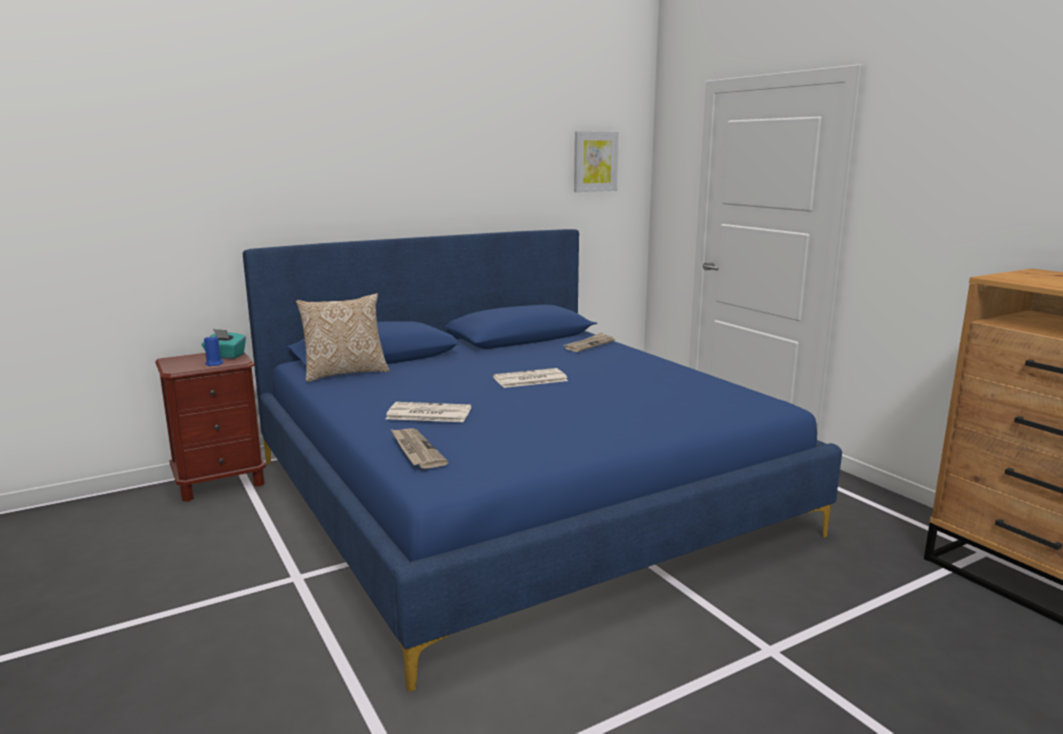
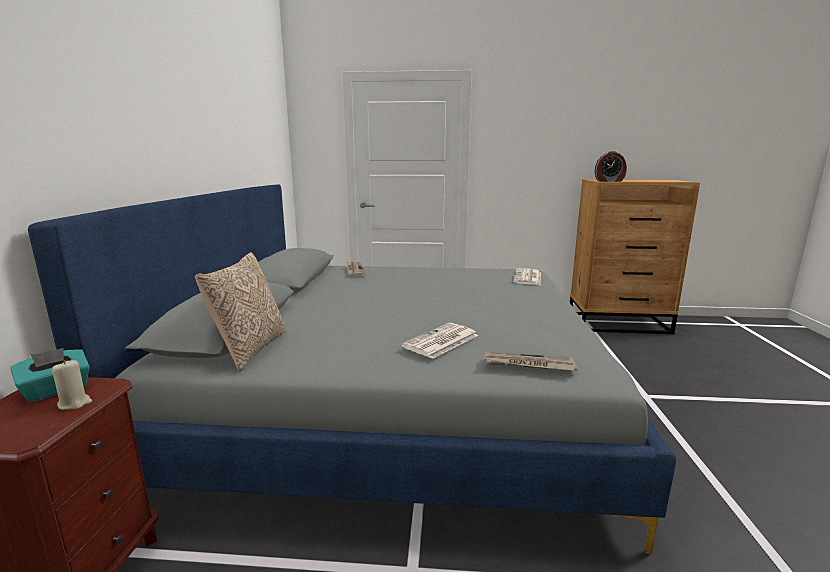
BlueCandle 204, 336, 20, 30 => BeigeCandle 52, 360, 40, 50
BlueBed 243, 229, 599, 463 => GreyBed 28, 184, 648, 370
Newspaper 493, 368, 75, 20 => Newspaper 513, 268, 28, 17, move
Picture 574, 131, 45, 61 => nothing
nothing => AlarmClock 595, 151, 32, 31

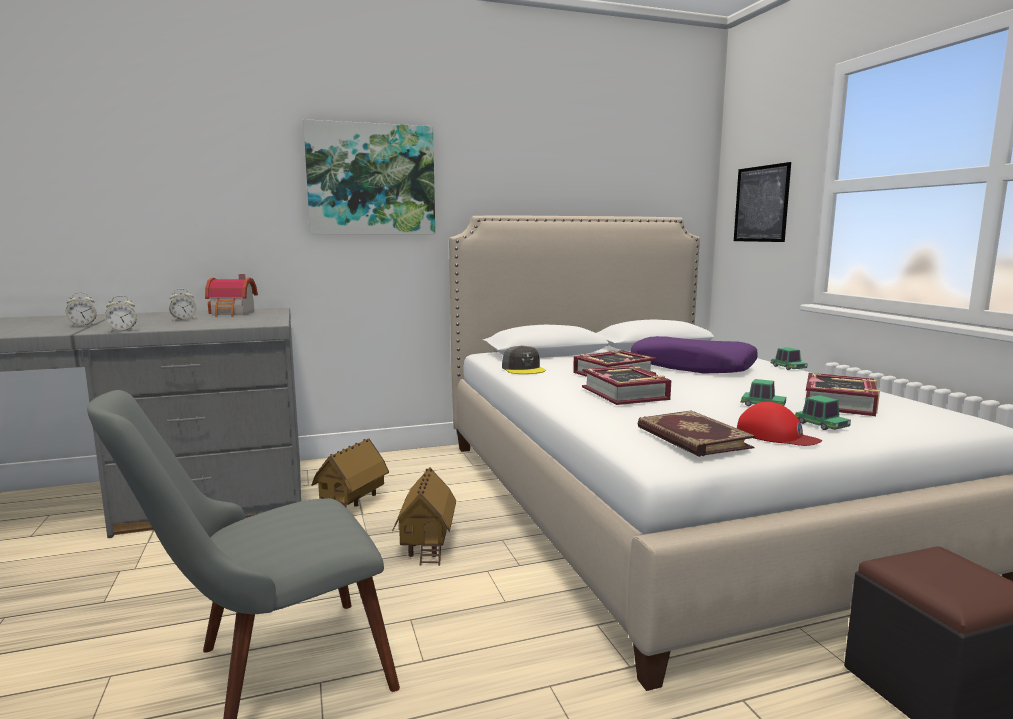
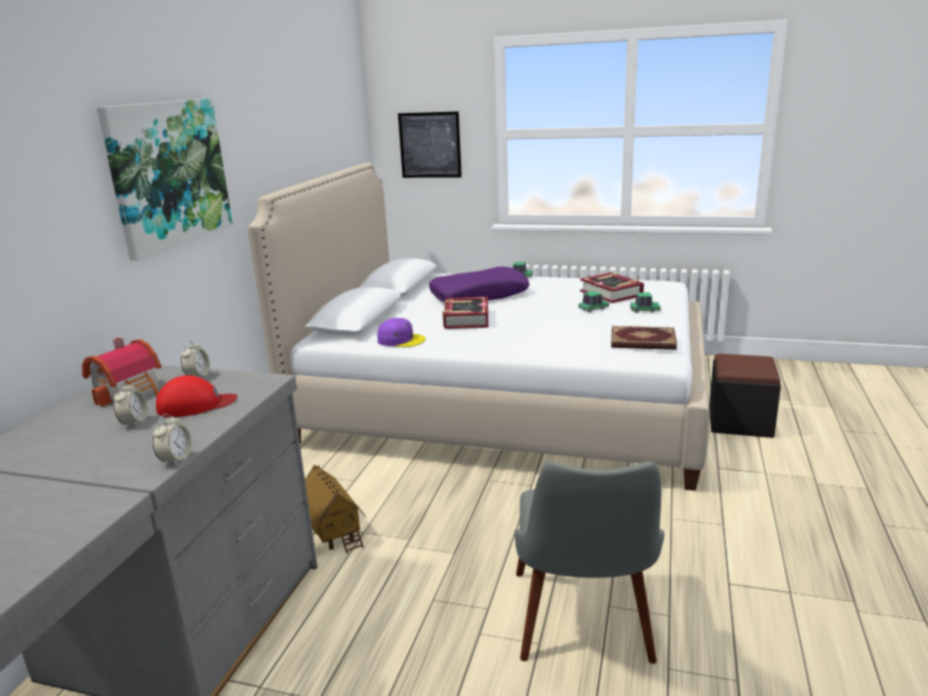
AlarmClock 66, 292, 31, 35 => AlarmClock 181, 340, 29, 37, move
ToyHouse 392, 467, 64, 99 => nothing
GreyCap 502, 346, 43, 28 => PurpleCap 377, 318, 49, 29
Book 582, 365, 89, 40 => nothing
RedCap 737, 402, 85, 44 => RedCap 156, 375, 81, 42, move

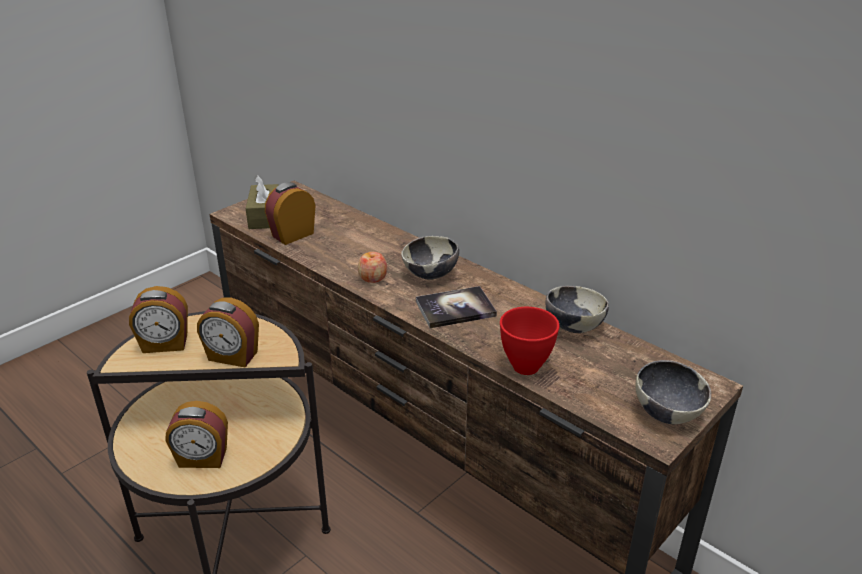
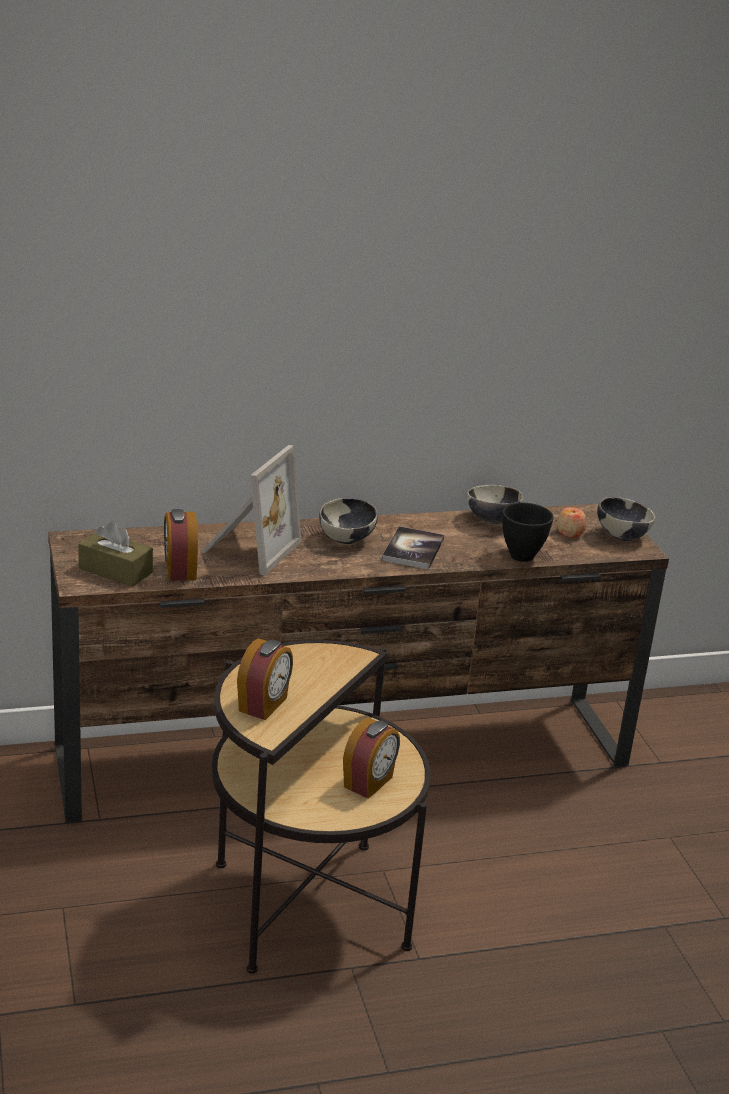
AlarmClock 197, 298, 62, 69 => nothing
Apple 358, 252, 30, 31 => Apple 557, 507, 30, 31, move
RedBowl 500, 307, 59, 68 => BlackBowl 502, 503, 52, 59
nothing => PictureFrame 201, 445, 100, 131

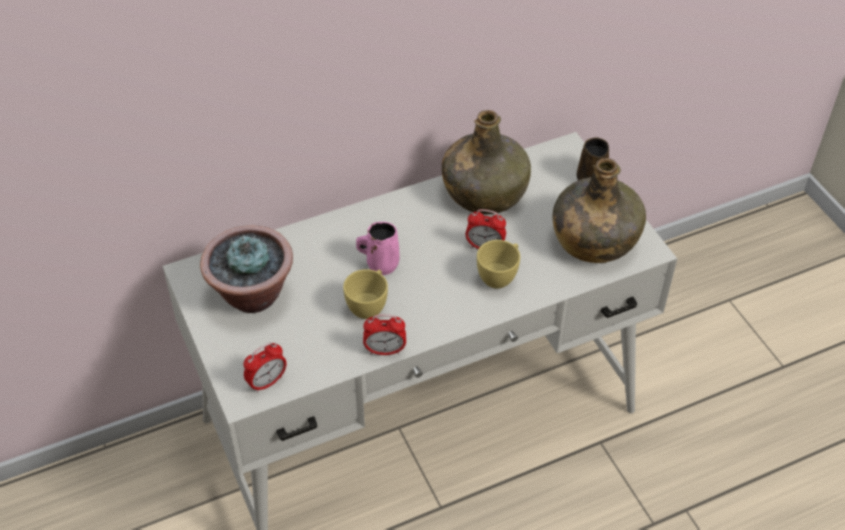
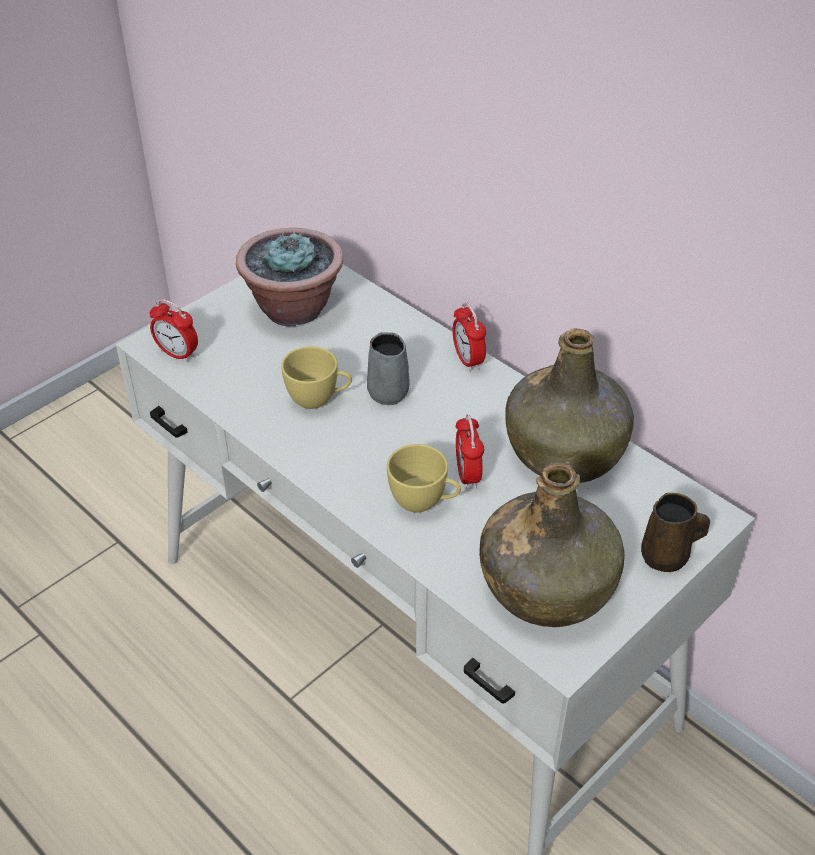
PinkMug 356, 222, 44, 53 => GreyMug 367, 332, 43, 73
AlarmClock 363, 314, 43, 41 => AlarmClock 452, 303, 34, 69, move

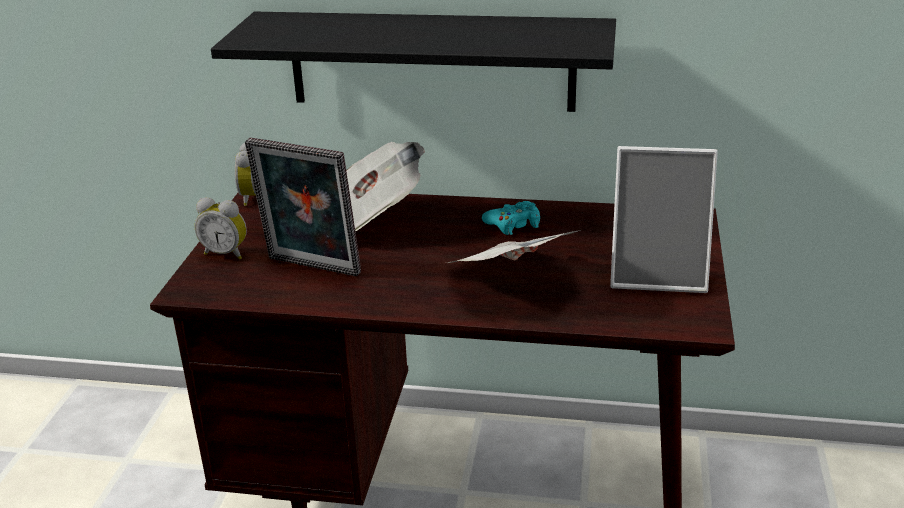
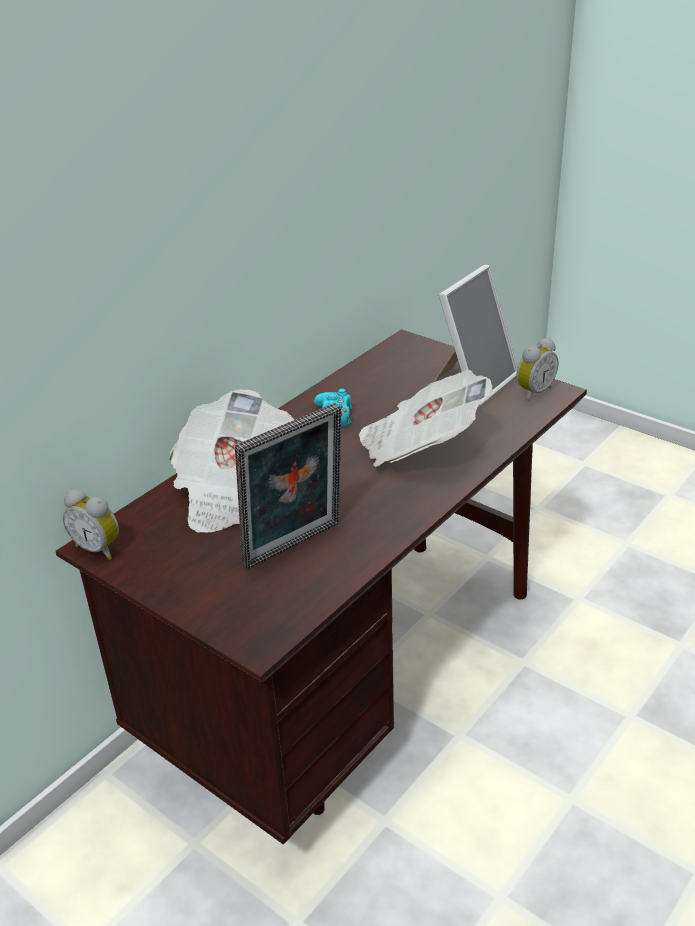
AlarmClock 195, 197, 52, 63 => AlarmClock 517, 338, 41, 64, move
BlackShelf 211, 12, 405, 100 => nothing

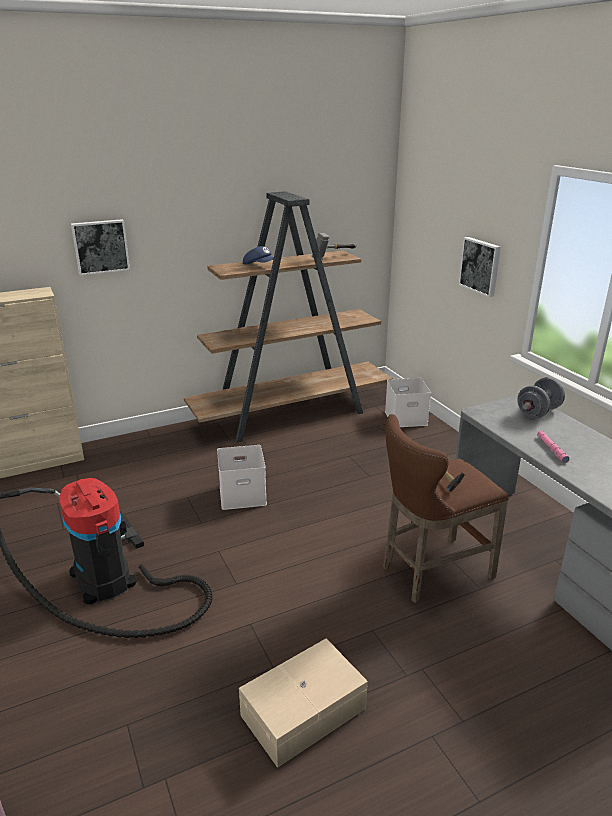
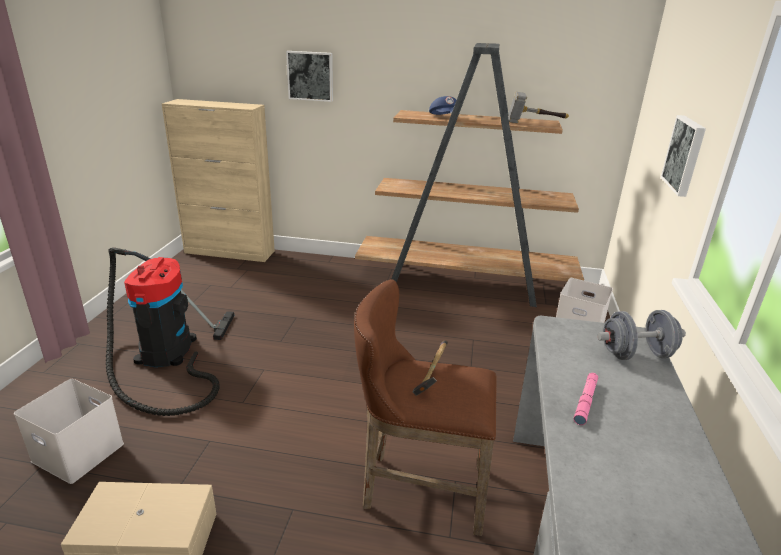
WhiteStorageBox 217, 445, 50, 65 => WhiteStorageBox 14, 379, 110, 105, move

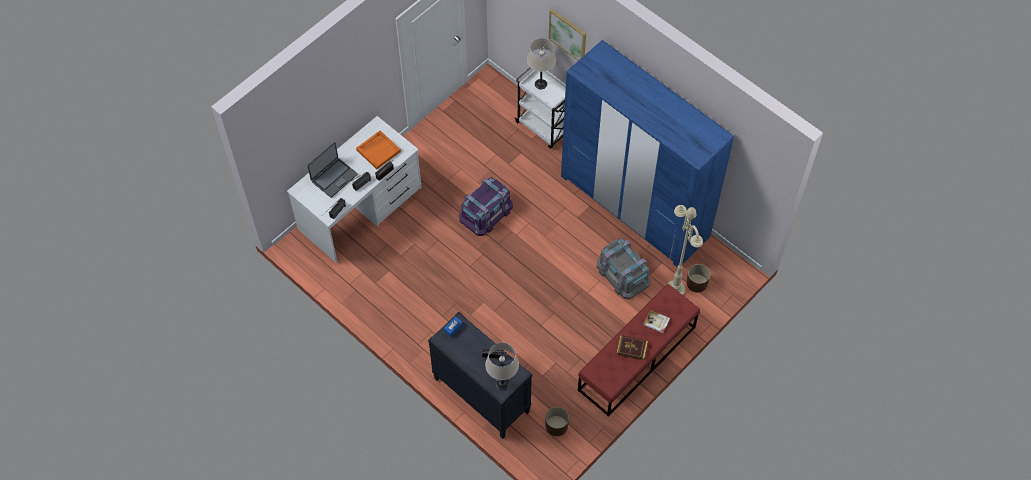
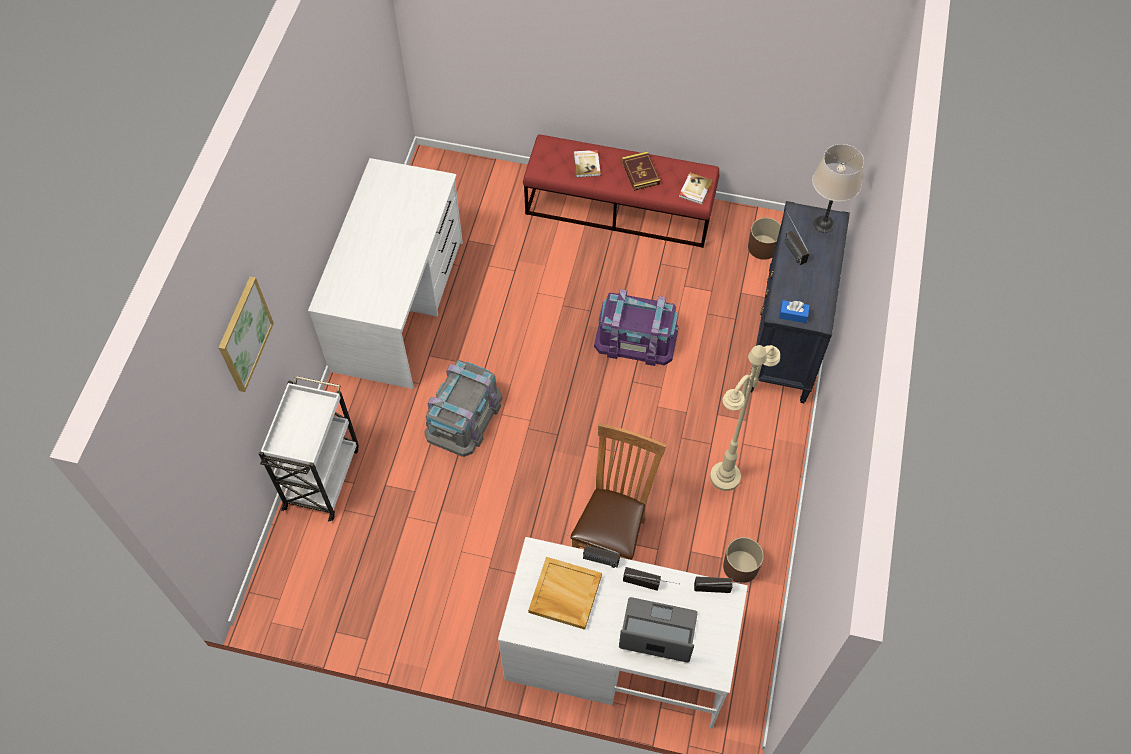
OrangeTray 356, 130, 45, 39 => BeigeTray 528, 557, 74, 73
PurpleStorageBox 459, 177, 54, 59 => PurpleStorageBox 594, 289, 84, 77, move
BeigeTableLamp 527, 38, 29, 51 => nothing
BlueWardrobe 561, 40, 173, 228 => WhiteDesk 308, 158, 155, 231
GreyStorageBox 597, 238, 54, 61 => GreyStorageBox 424, 360, 78, 97, move
BeigeFloorLamp 668, 205, 35, 90 => BeigeFloorLamp 710, 345, 70, 146, move
BrownPlanter 686, 264, 24, 29 => BrownPlanter 723, 537, 41, 46, move
nothing => BrownChair 570, 423, 97, 137
nothing => Book 679, 173, 34, 31

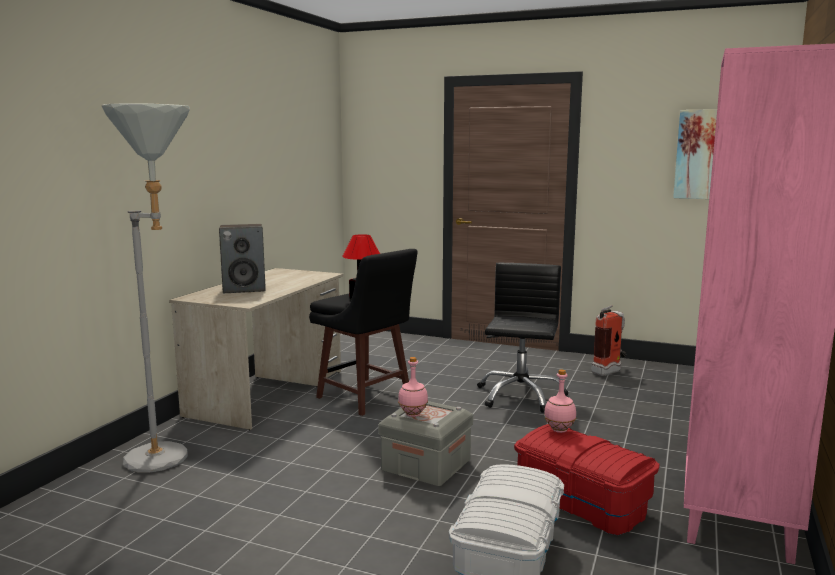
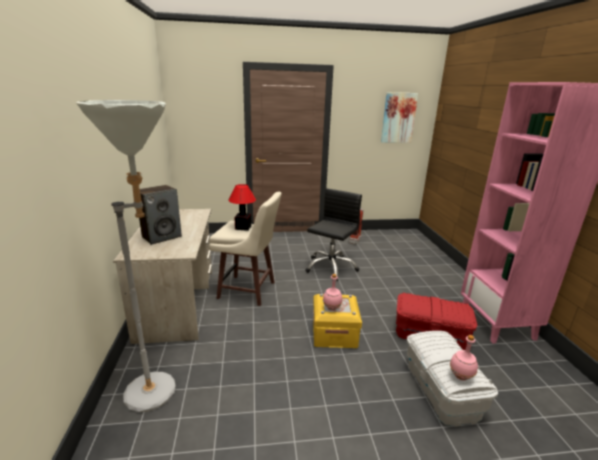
BlackStool 309, 249, 108, 167 => BeigeStool 209, 192, 73, 114
GreyStorageBox 378, 401, 95, 85 => YellowStorageBox 313, 294, 49, 54
BlackOfficeChair 477, 263, 91, 150 => BlackOfficeChair 305, 188, 57, 93, 45 degrees clockwise
PinkBottle 544, 369, 32, 64 => PinkBottle 450, 335, 28, 46, move

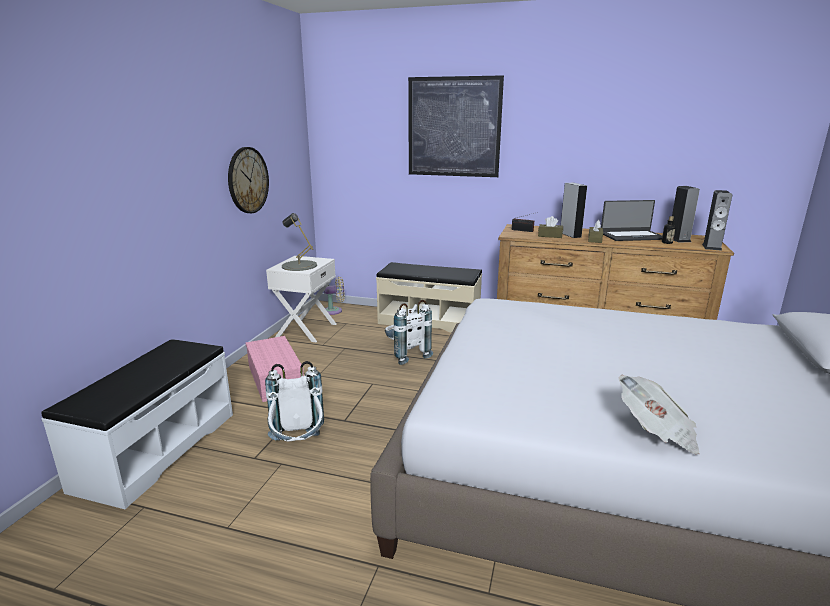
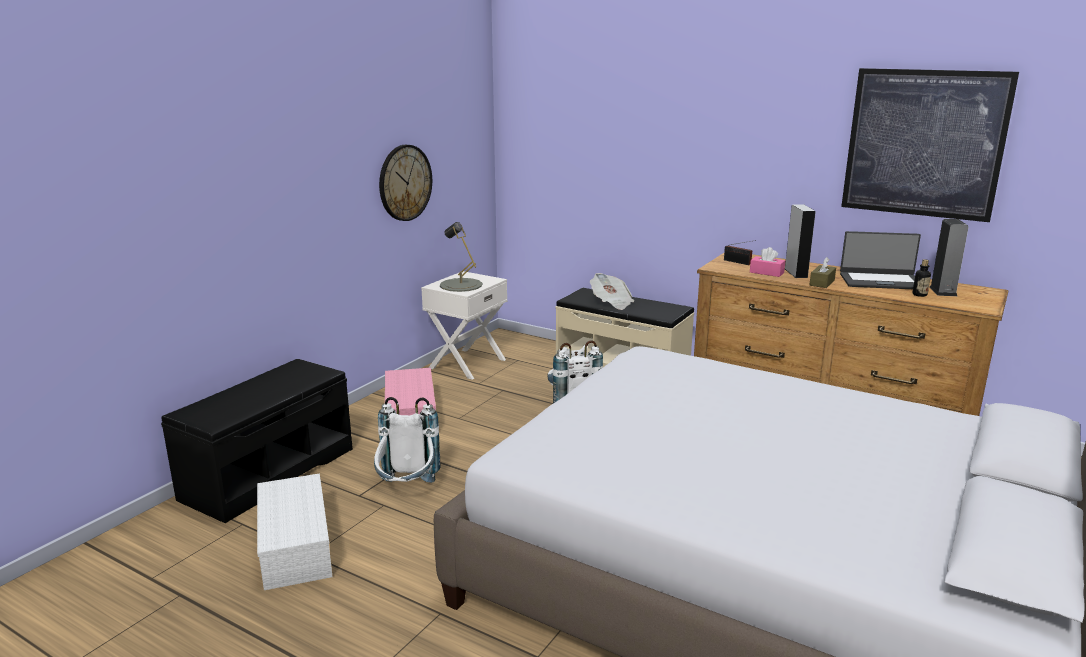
WhiteBench 41, 339, 192, 170 => BlackBench 161, 359, 192, 164
BeigeFan 324, 277, 21, 38 => nothing
Picture 408, 75, 96, 102 => Picture 841, 68, 178, 154, move
BrownTissueBox 538, 216, 25, 22 => PinkTissueBox 750, 247, 35, 30
Newspaper 619, 375, 80, 80 => Newspaper 590, 273, 44, 37, move
Speaker 702, 190, 30, 61 => nothing
nothing => WhiteStorageBox 257, 473, 75, 117

